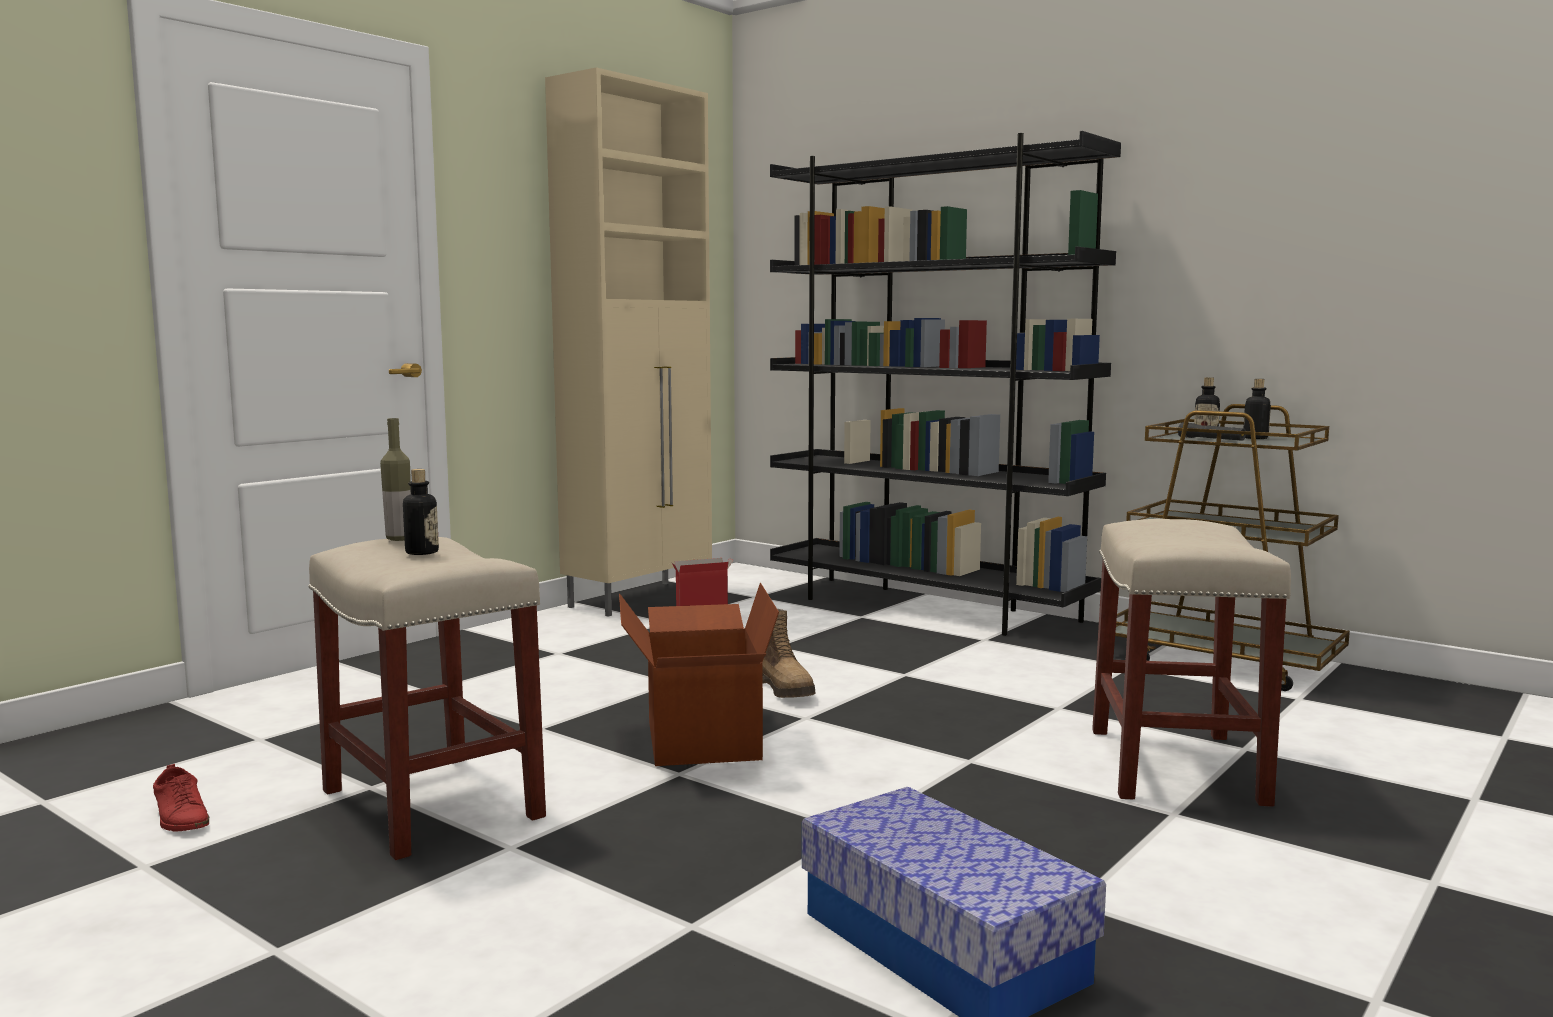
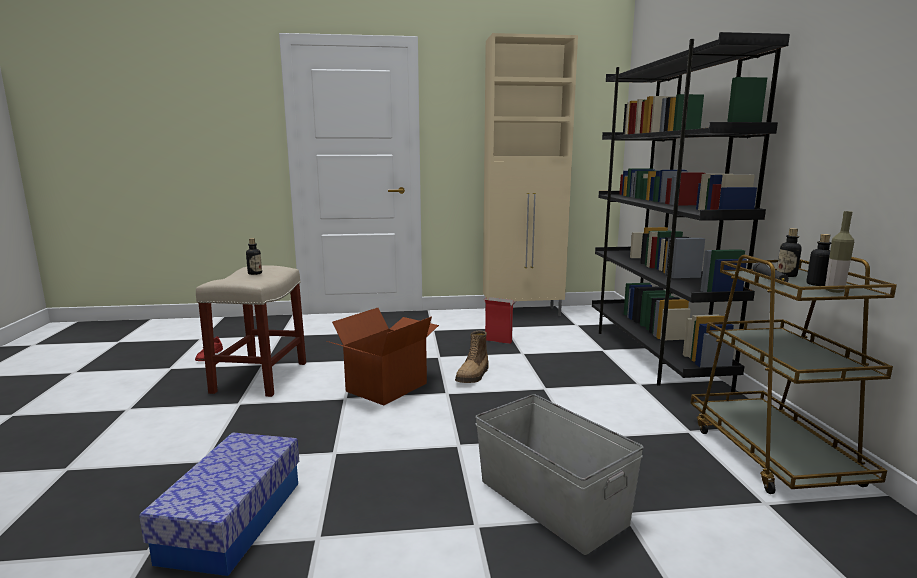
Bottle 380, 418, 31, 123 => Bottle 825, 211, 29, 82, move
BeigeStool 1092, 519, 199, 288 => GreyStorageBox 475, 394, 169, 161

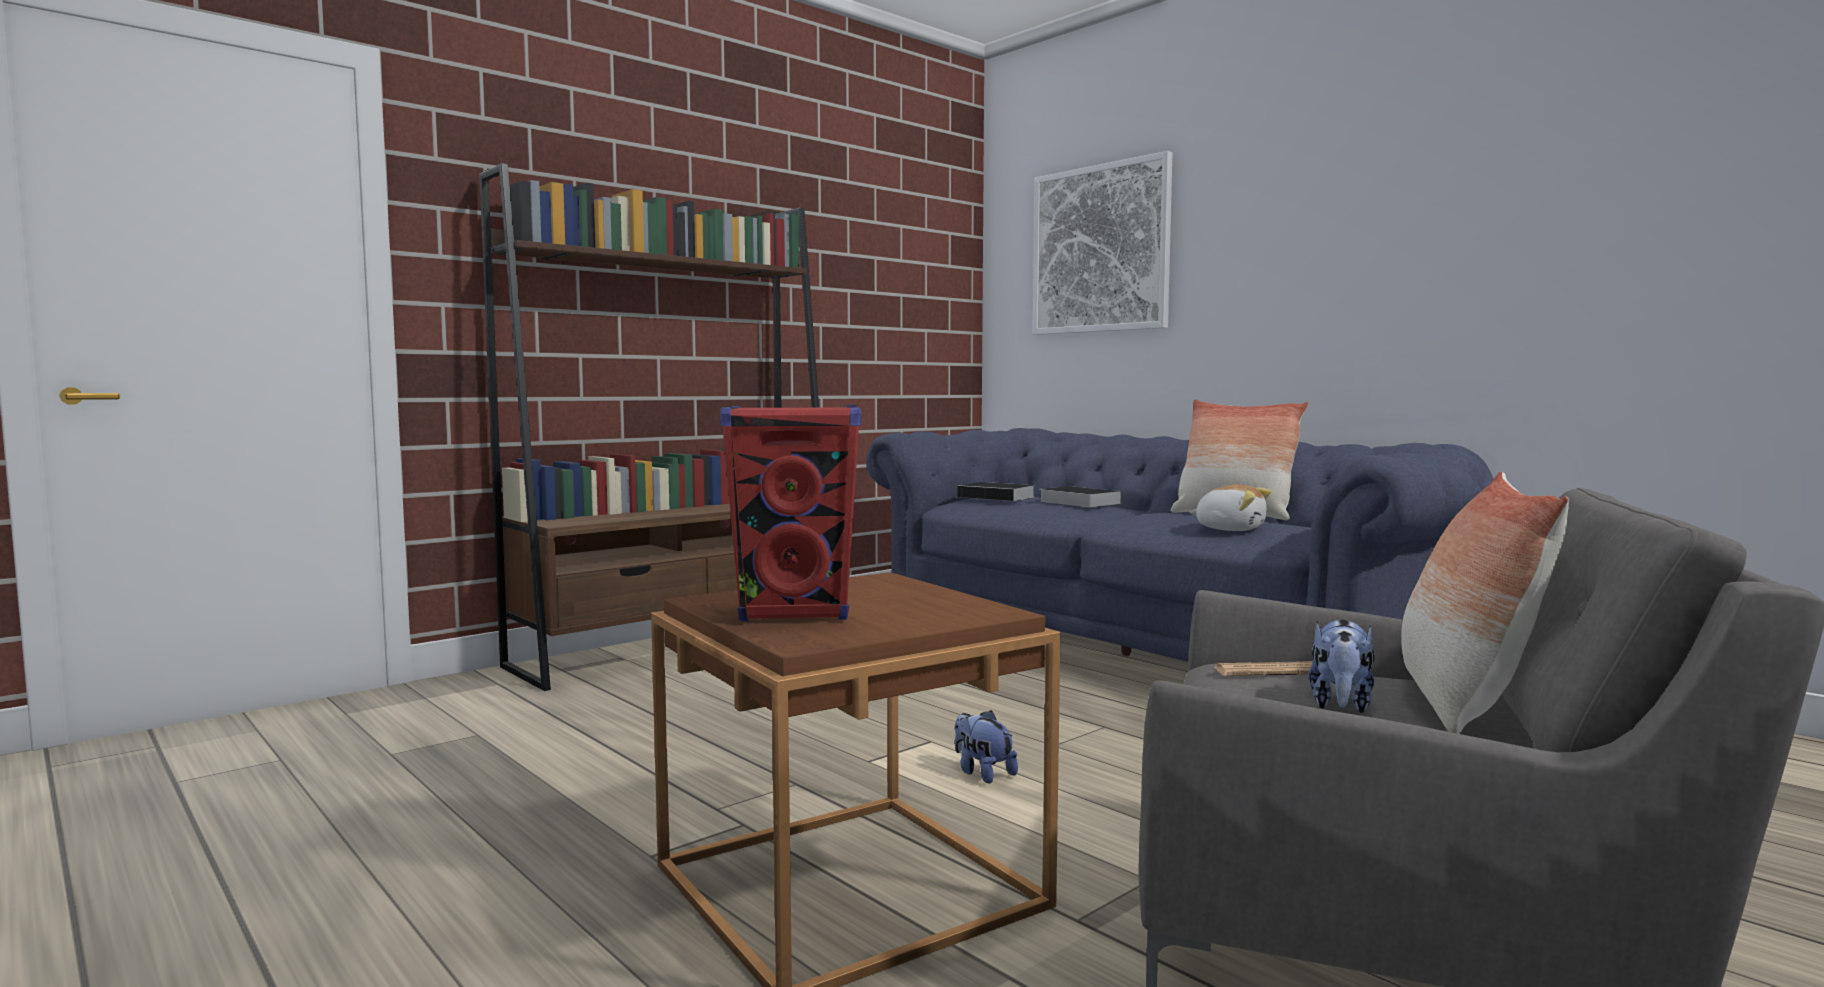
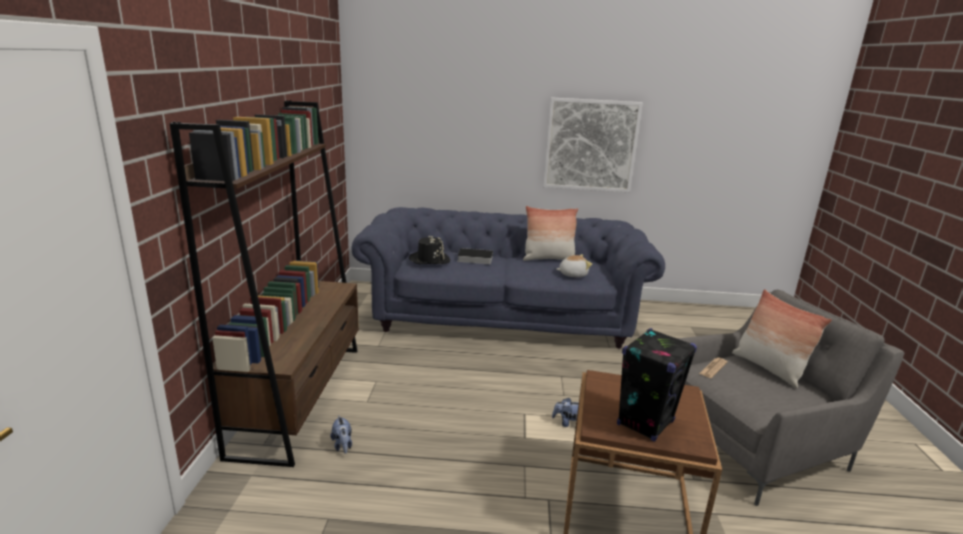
RedSpeaker 720, 405, 141, 217 => BlackSpeaker 617, 328, 80, 114
Book 957, 482, 78, 19 => BlackHat 409, 235, 41, 29
Picture 1033, 151, 139, 184 => Picture 543, 97, 100, 95, move
PlushToy 1308, 620, 67, 93 => PlushToy 331, 415, 21, 39, move

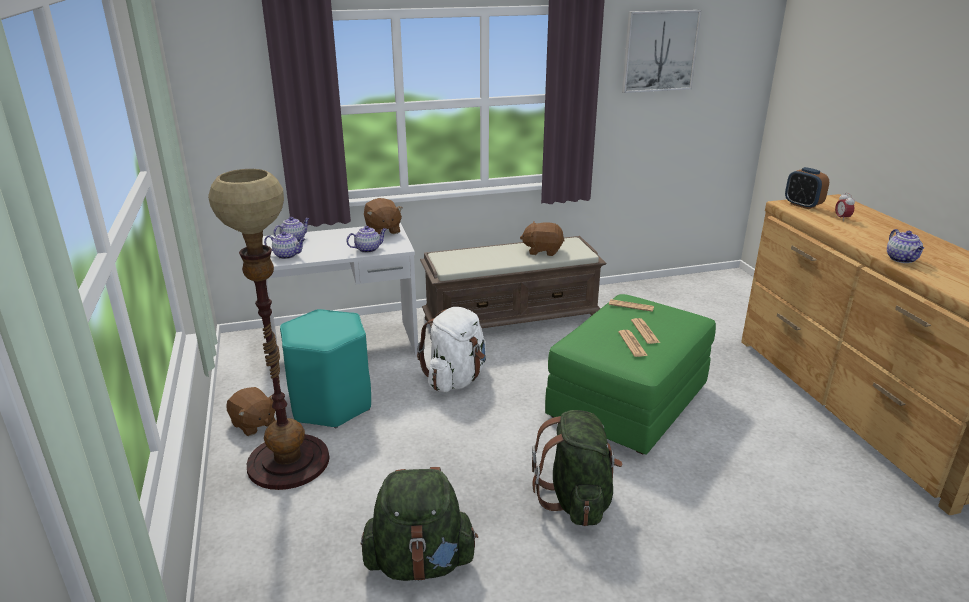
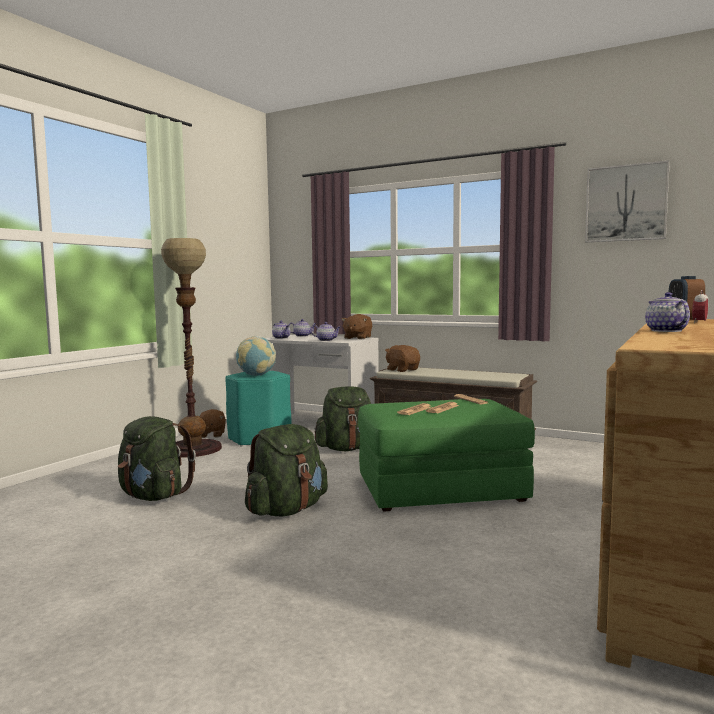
WhiteBackpack 417, 307, 69, 85 => GreenBackpack 314, 386, 57, 65
BrownPlushToy 520, 221, 45, 35 => BrownPlushToy 385, 345, 35, 27, move
Teapot 887, 229, 37, 34 => Teapot 645, 292, 45, 40, 135 degrees clockwise
nothing => Globe 236, 336, 40, 40

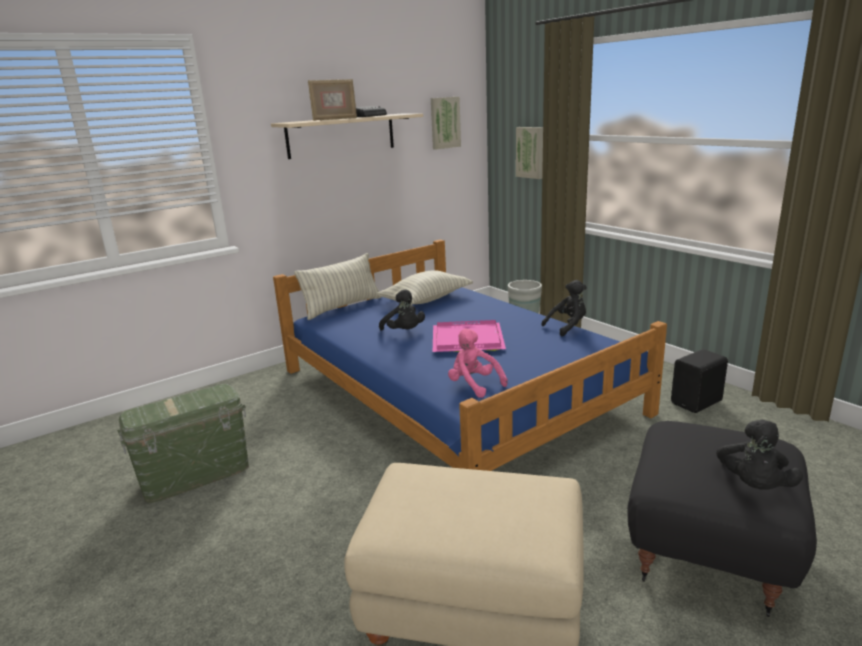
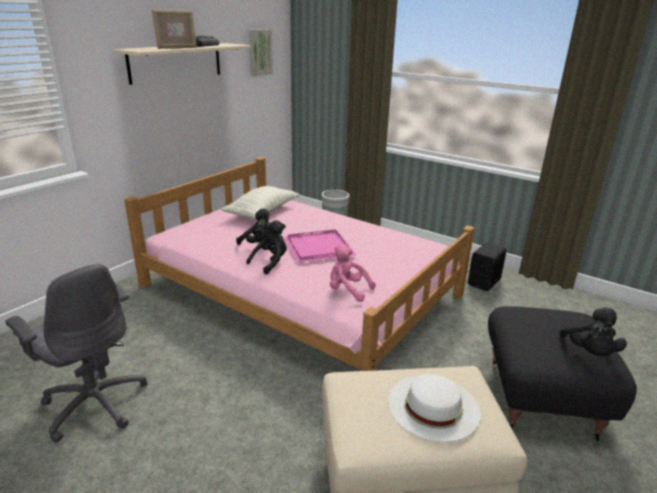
GreenStorageBox 117, 384, 132, 119 => GreyOfficeChair 5, 264, 142, 179
BlueBed 273, 240, 394, 231 => PinkBed 124, 157, 351, 214
Pillow 294, 253, 87, 67 => nothing
Picture 516, 127, 27, 52 => nothing
BlackPlushToy 541, 280, 46, 56 => BlackPlushToy 246, 220, 41, 55, move
nothing => WhiteHat 388, 374, 93, 68

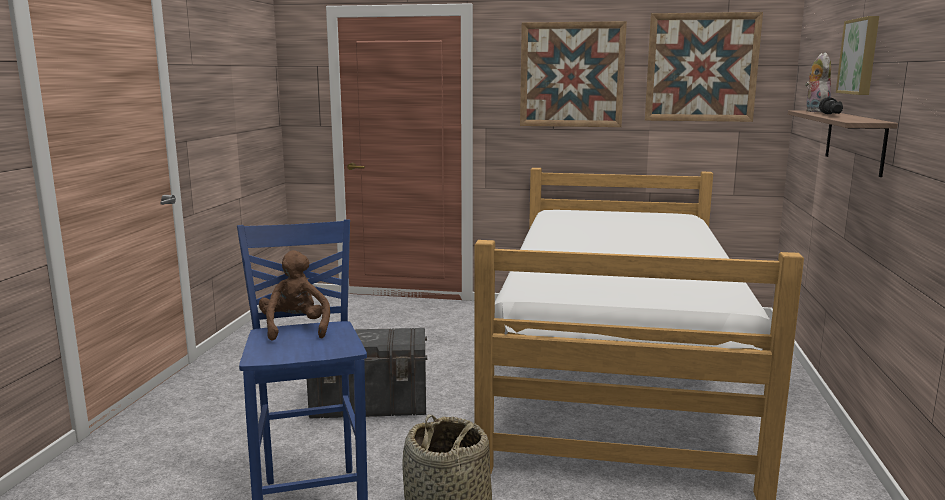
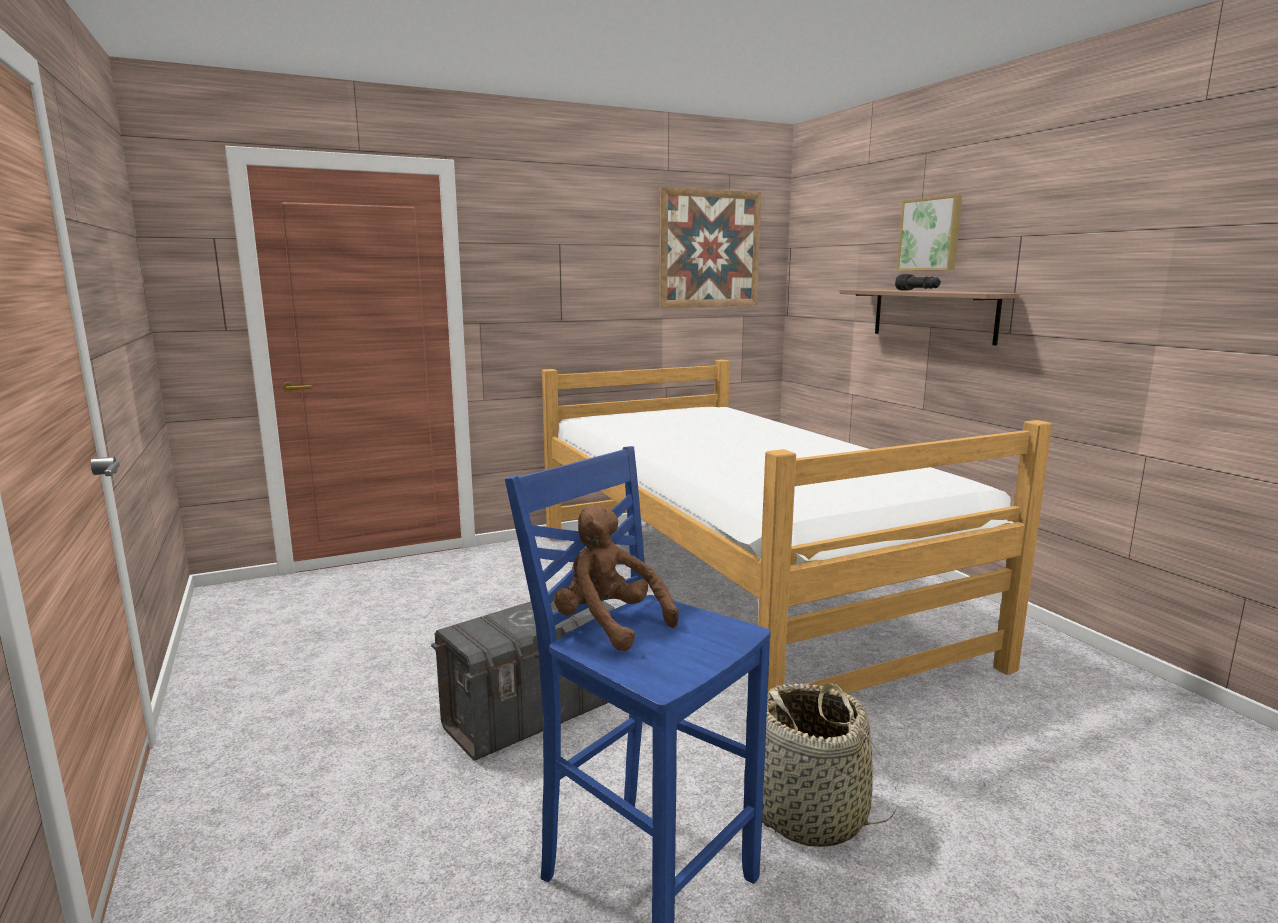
Picture 520, 21, 107, 106 => nothing
PlushToy 805, 53, 26, 59 => nothing

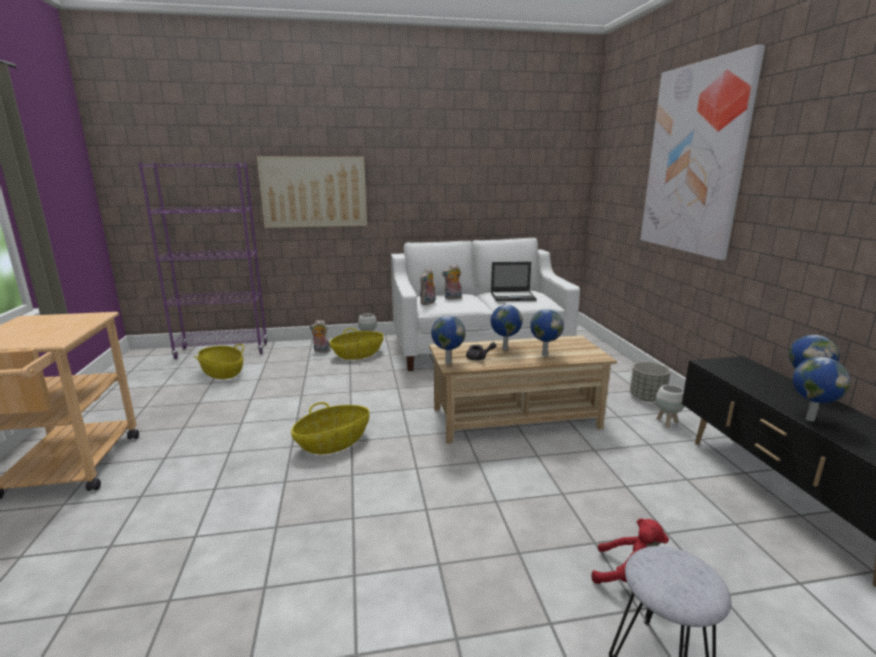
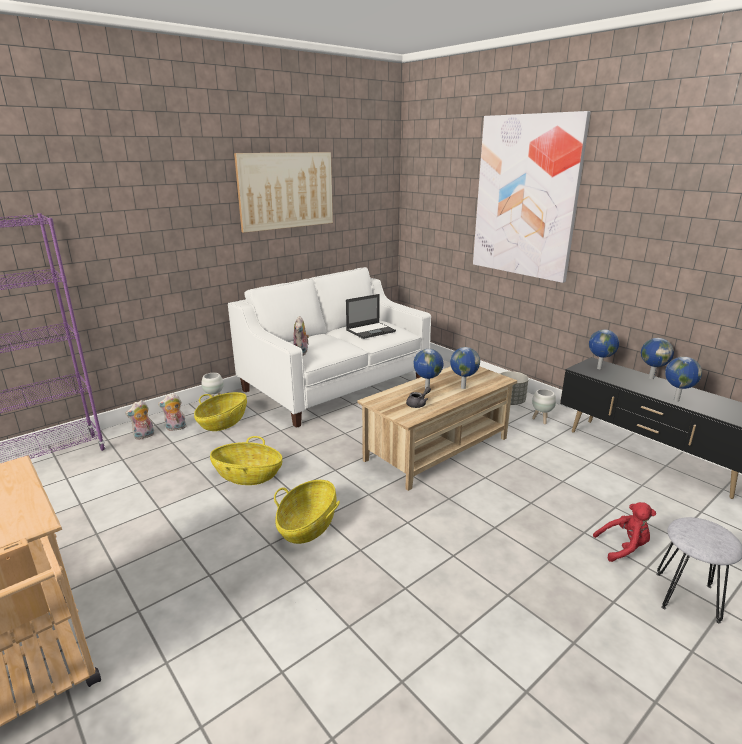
Basket 194, 344, 50, 35 => Basket 210, 436, 72, 49, move
Picture 257, 156, 110, 72 => Picture 234, 152, 99, 81, move
Globe 431, 316, 35, 49 => Globe 589, 330, 30, 39, move
PlushToy 442, 264, 20, 36 => PlushToy 125, 400, 29, 40, move

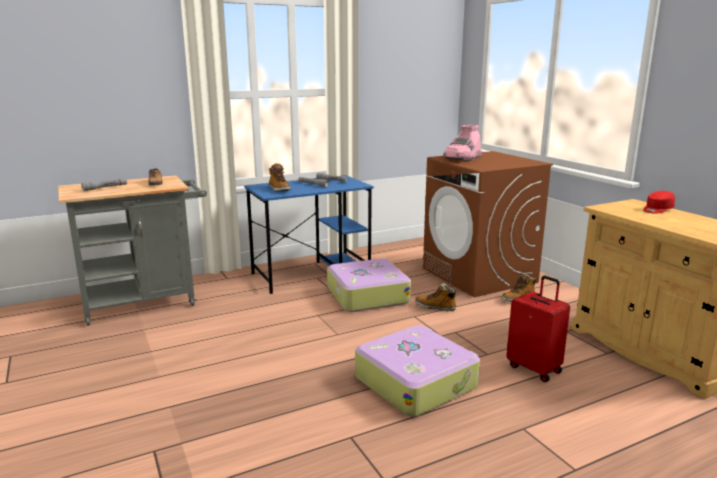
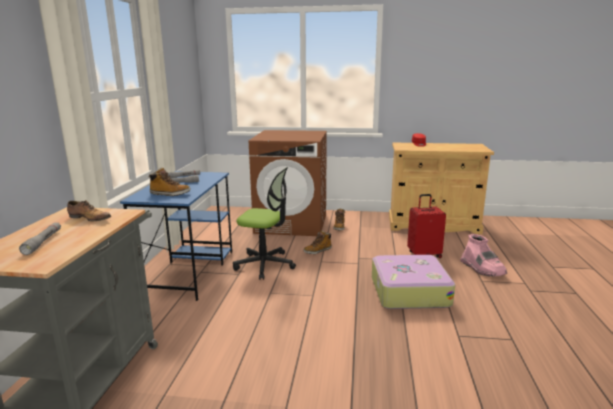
Suitcase 327, 258, 84, 54 => OfficeChair 233, 167, 63, 113
PinkBoot 443, 125, 39, 36 => PinkBoot 460, 234, 47, 43, move

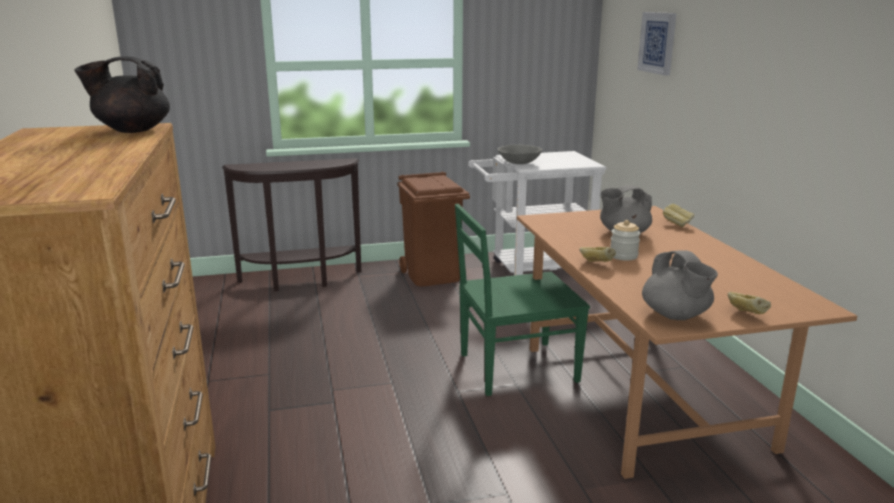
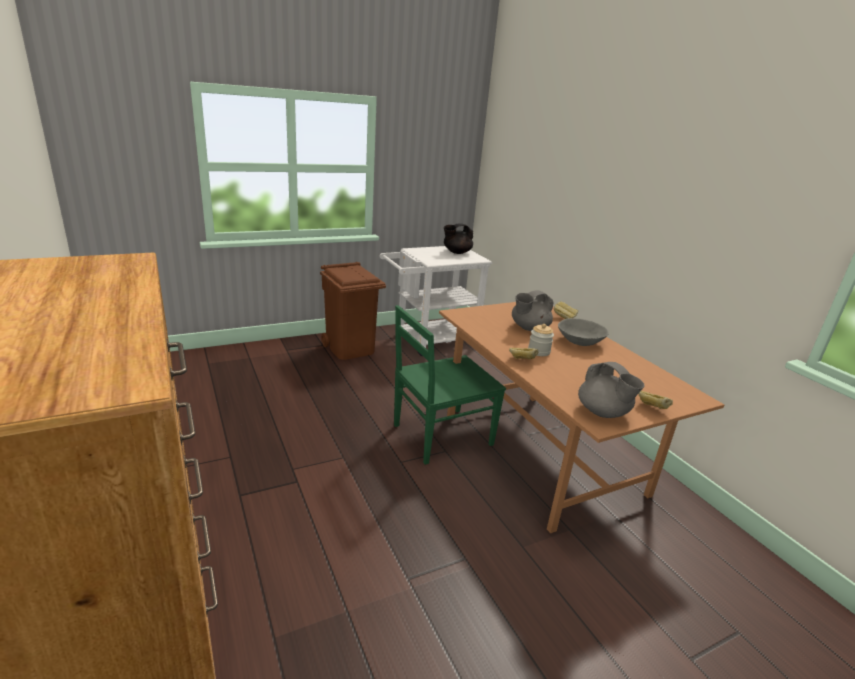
BlackTeapot 74, 57, 96, 76 => BlackTeapot 444, 223, 29, 31, move
BrownConsoleTable 222, 158, 139, 133 => nothing
GreyBowl 498, 145, 44, 19 => GreyBowl 558, 318, 51, 28, move
Picture 637, 12, 39, 64 => nothing

